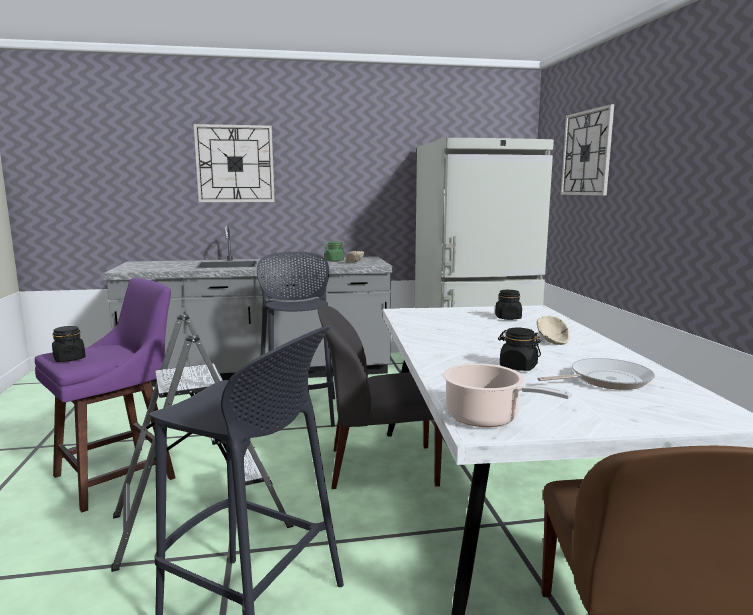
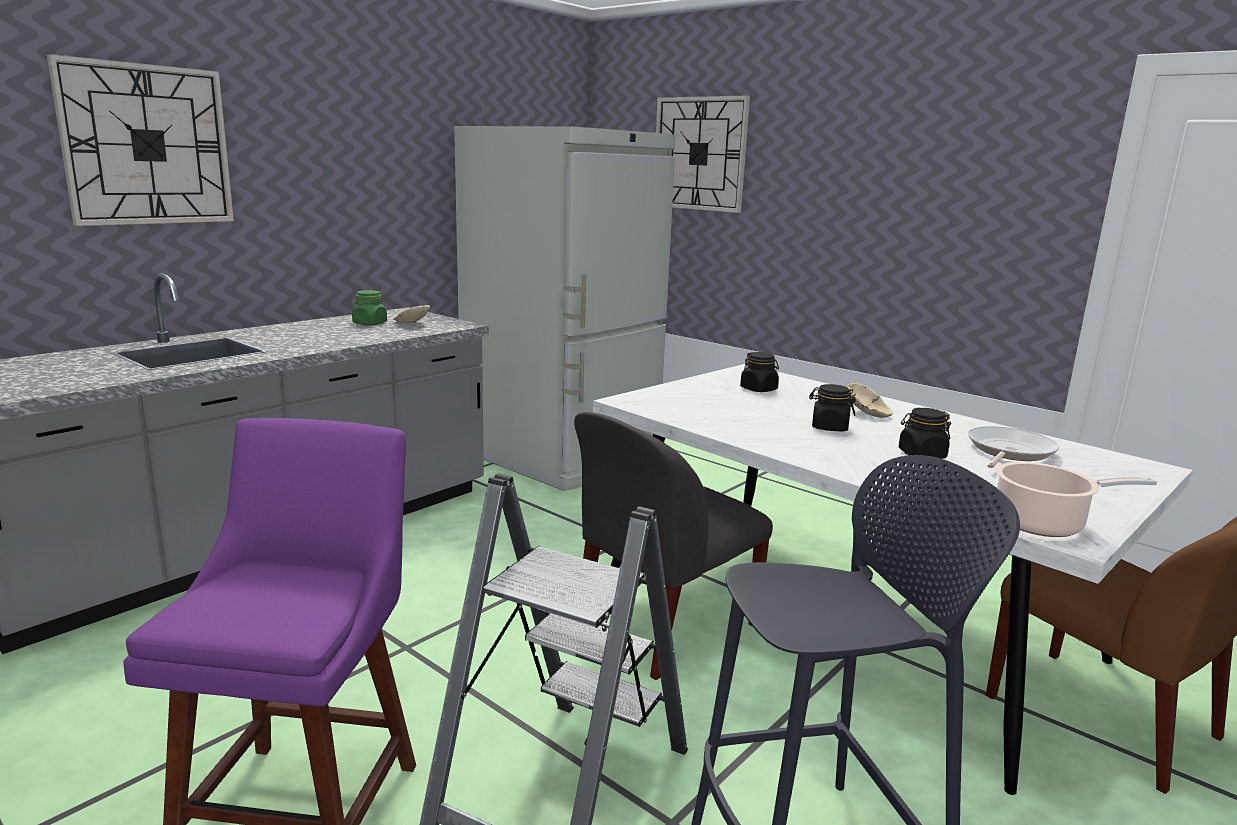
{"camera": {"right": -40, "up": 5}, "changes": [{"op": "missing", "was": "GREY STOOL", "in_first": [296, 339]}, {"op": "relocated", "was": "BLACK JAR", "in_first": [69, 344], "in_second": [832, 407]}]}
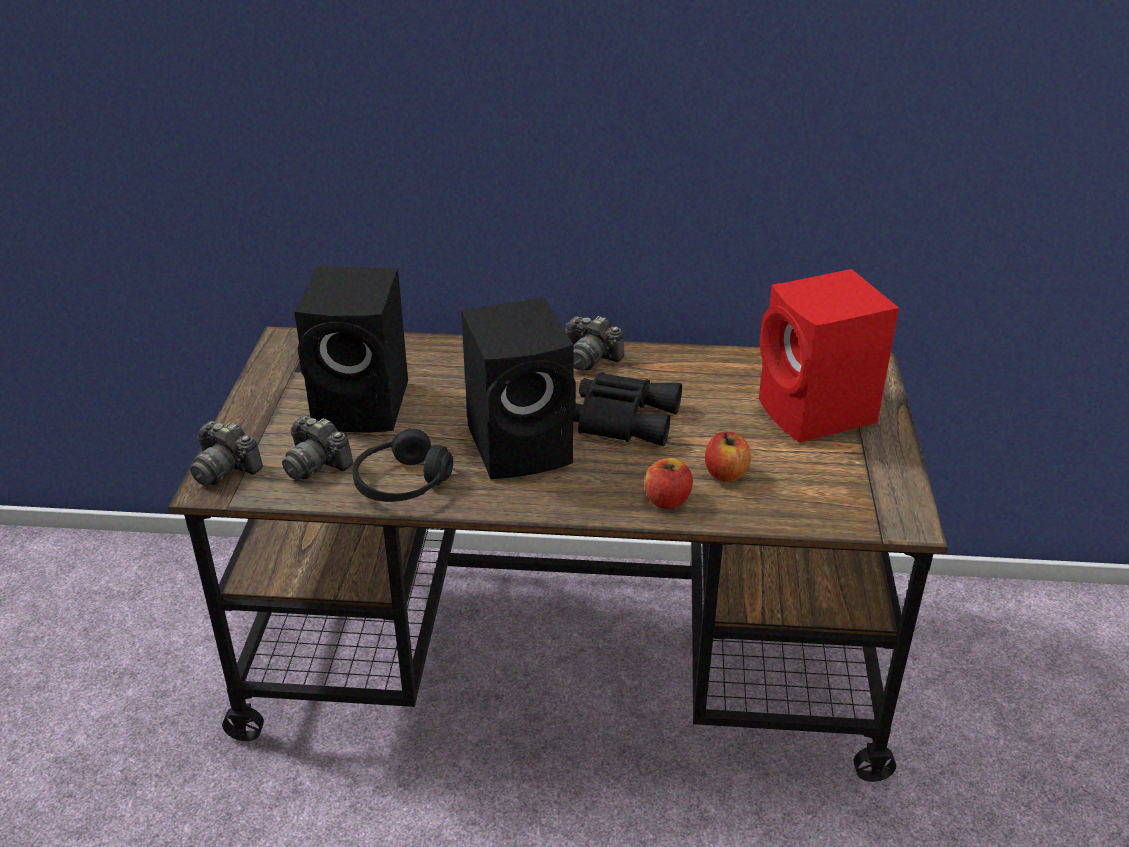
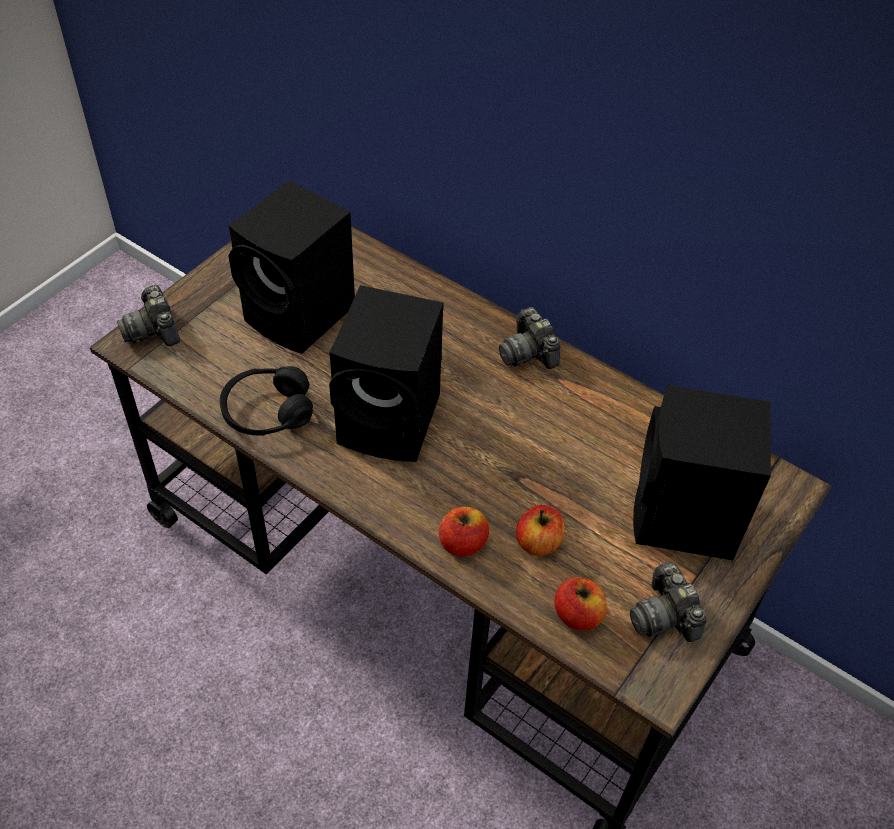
{"camera": {"right": 30, "up": 15}, "changes": [{"op": "missing", "was": "BLACK BINOCULARS", "in_first": [627, 409]}, {"op": "appeared", "now": "APPLE", "in_second": [581, 604]}, {"op": "relocated", "was": "PHOTO CAMERA", "in_first": [318, 447], "in_second": [668, 602]}, {"op": "colour", "was": "RED SPEAKER", "now": "BLACK SPEAKER", "in_first": [829, 356], "in_second": [702, 472]}]}
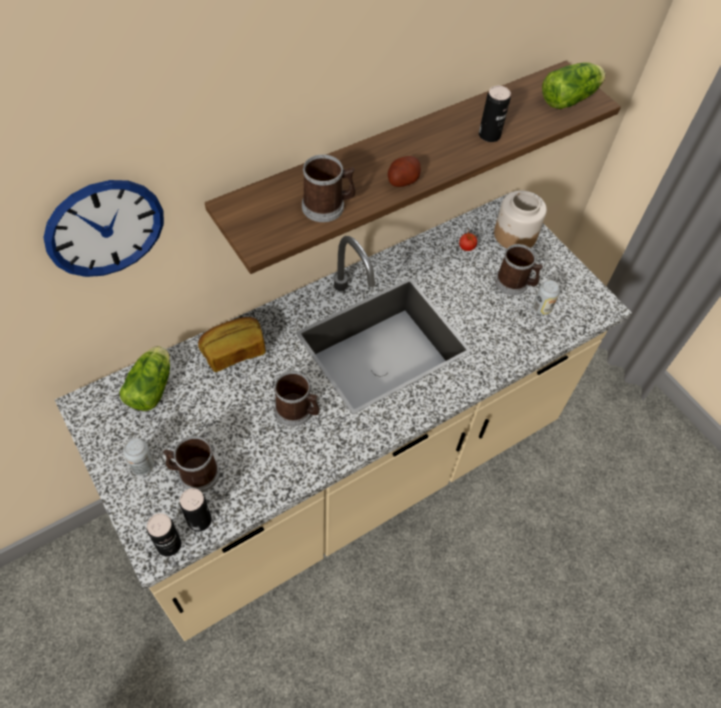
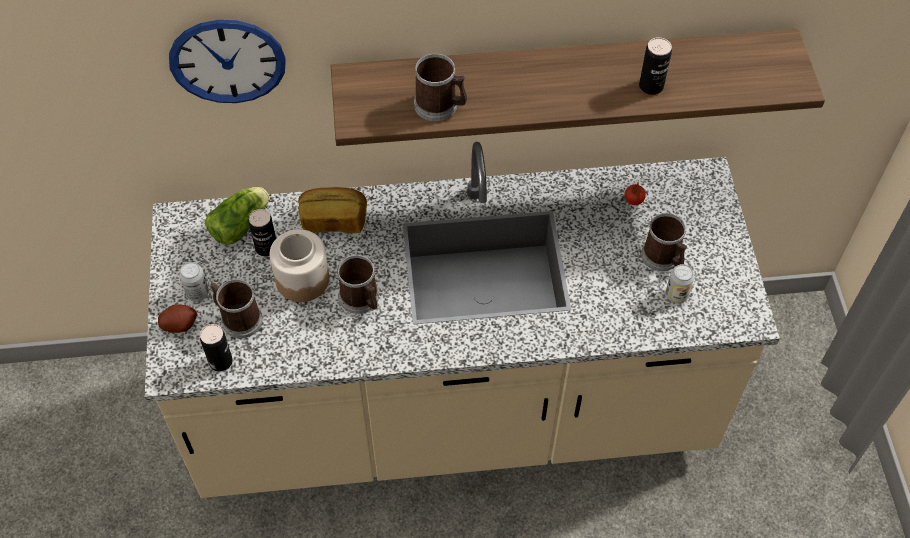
{"camera": {"right": 30, "up": 0}, "changes": [{"op": "missing", "was": "LETTUCE", "in_first": [573, 85]}, {"op": "relocated", "was": "CAN", "in_first": [164, 534], "in_second": [262, 232]}, {"op": "relocated", "was": "POTATO", "in_first": [404, 171], "in_second": [177, 318]}, {"op": "relocated", "was": "JAR", "in_first": [520, 219], "in_second": [299, 265]}]}
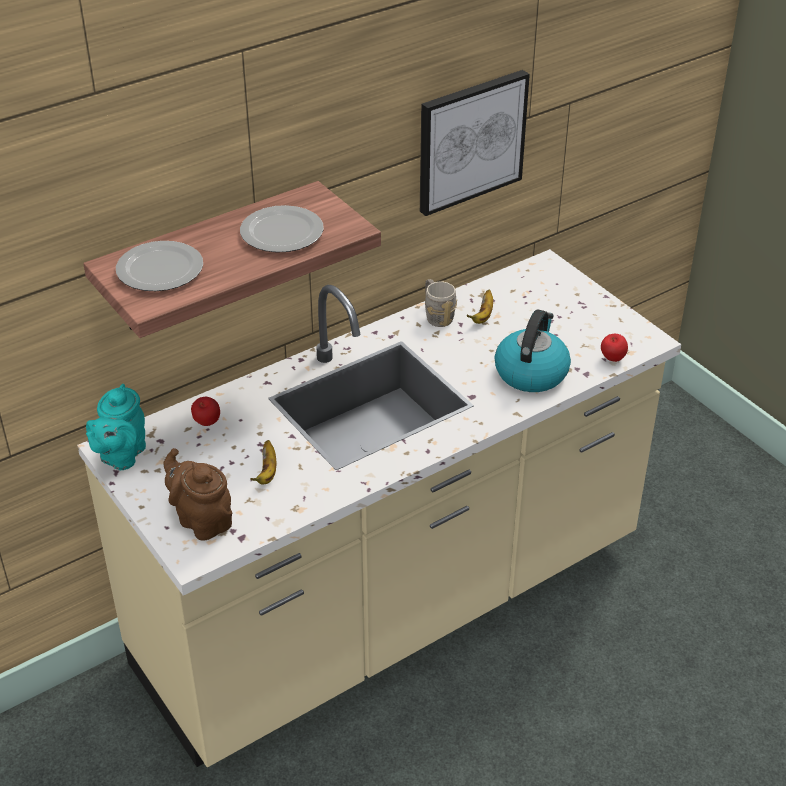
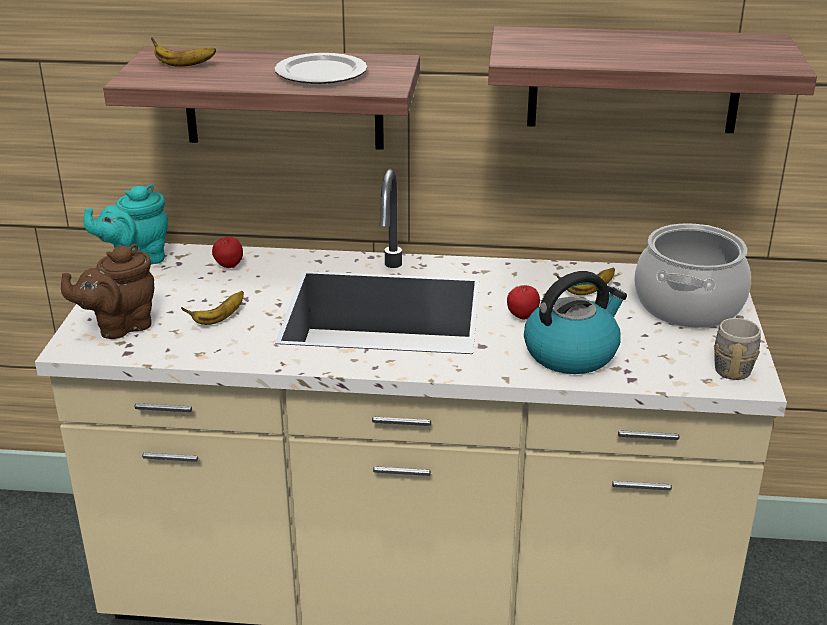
{"camera": {"right": 40, "up": -10}, "changes": [{"op": "appeared", "now": "COOKING POT", "in_second": [692, 275]}, {"op": "relocated", "was": "GREY MUG", "in_first": [441, 303], "in_second": [737, 347]}, {"op": "relocated", "was": "APPLE", "in_first": [614, 348], "in_second": [523, 302]}, {"op": "exchanged", "was": "PLATE", "now": "BANANA", "in_first": [159, 266], "in_second": [183, 52]}, {"op": "exchanged", "was": "PICTURE", "now": "SHELF", "in_first": [475, 143], "in_second": [652, 79]}, {"op": "spun", "was": "BROWN TEAPOT", "in_first": [198, 494], "in_second": [107, 291], "clockwise": -120}]}
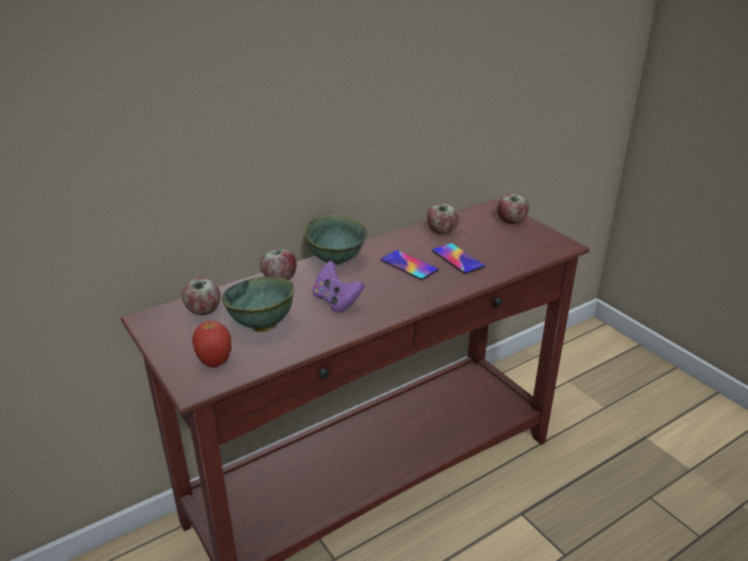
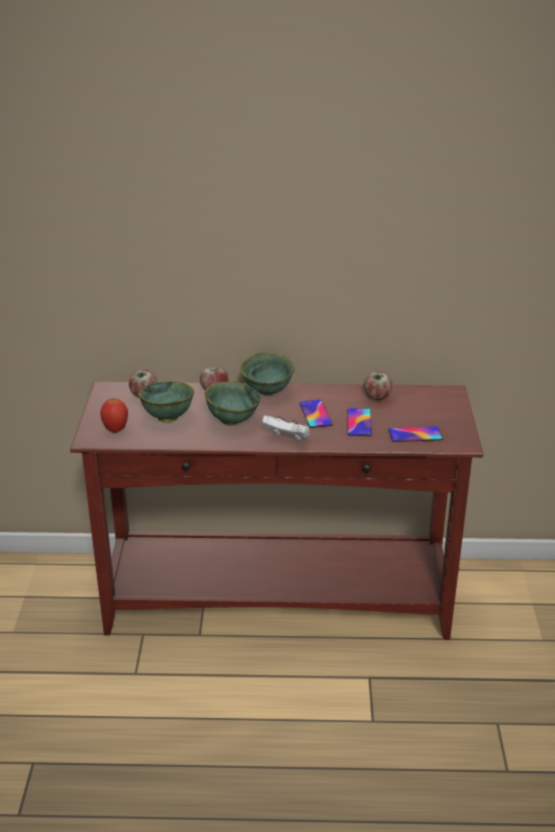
{"camera": {"right": 35, "up": 0}, "changes": [{"op": "missing", "was": "APPLE", "in_first": [513, 209]}, {"op": "appeared", "now": "WHITE GAME CONTROLLER", "in_second": [285, 428]}, {"op": "appeared", "now": "PHONE", "in_second": [415, 434]}, {"op": "exchanged", "was": "PURPLE GAME CONTROLLER", "now": "GREEN BOWL", "in_first": [338, 286], "in_second": [232, 404]}]}
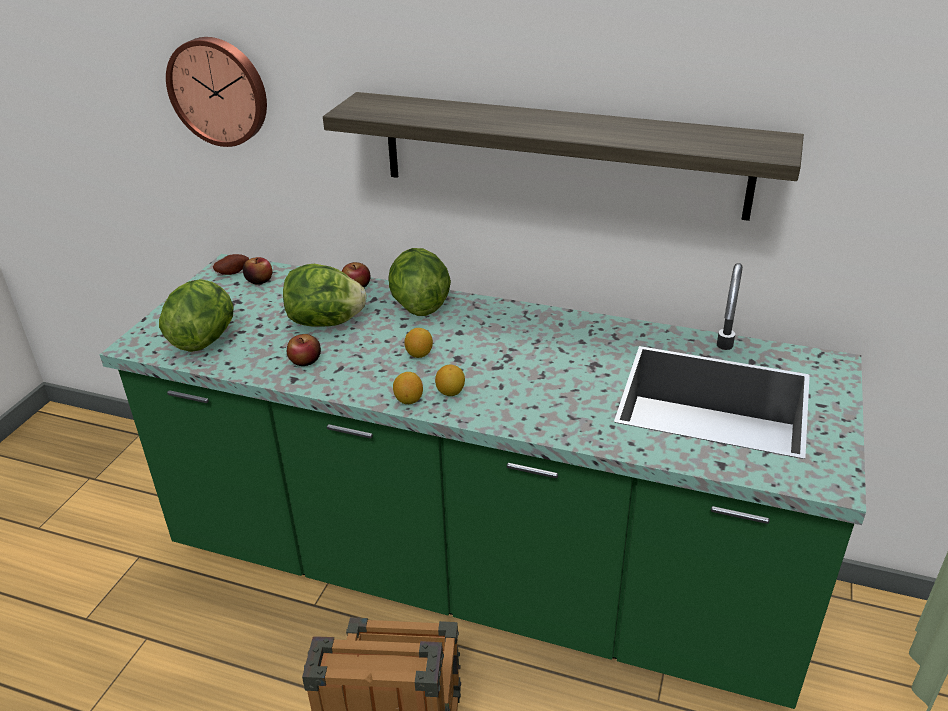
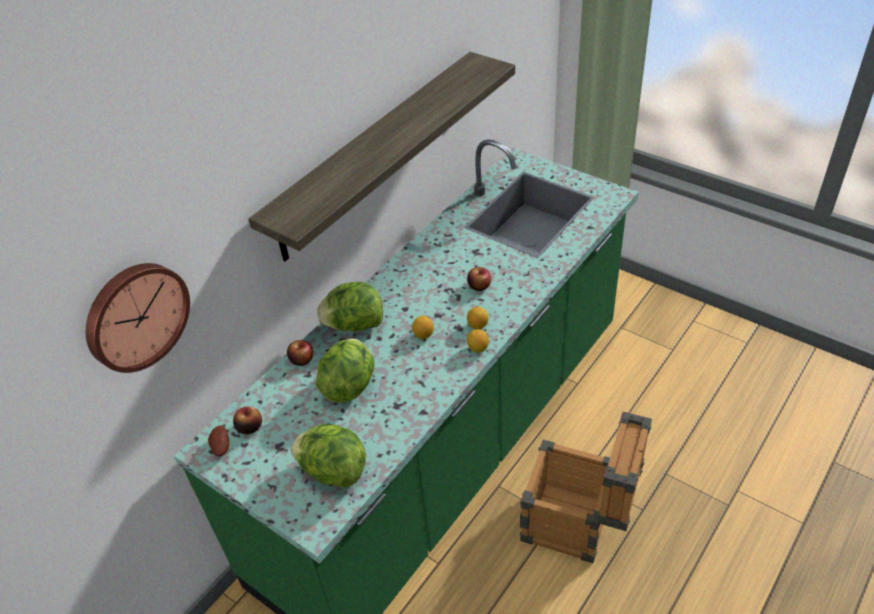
{"camera": {"right": -70, "up": 10}, "changes": [{"op": "relocated", "was": "APPLE", "in_first": [304, 350], "in_second": [479, 279]}]}
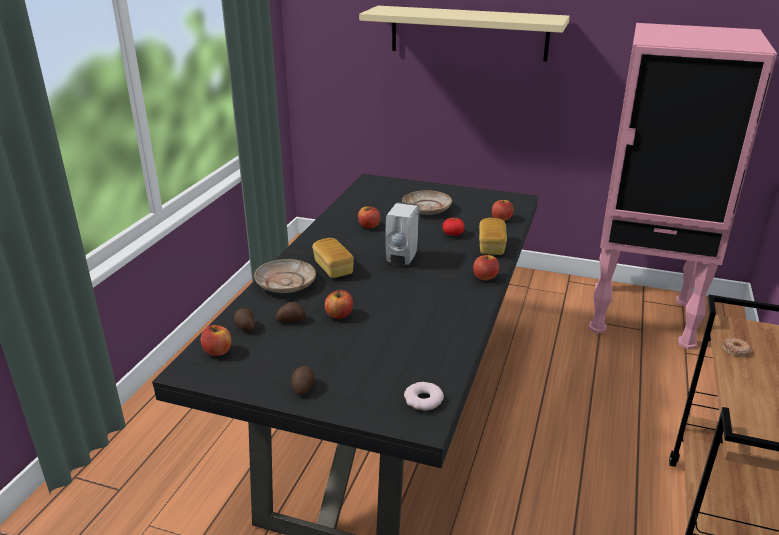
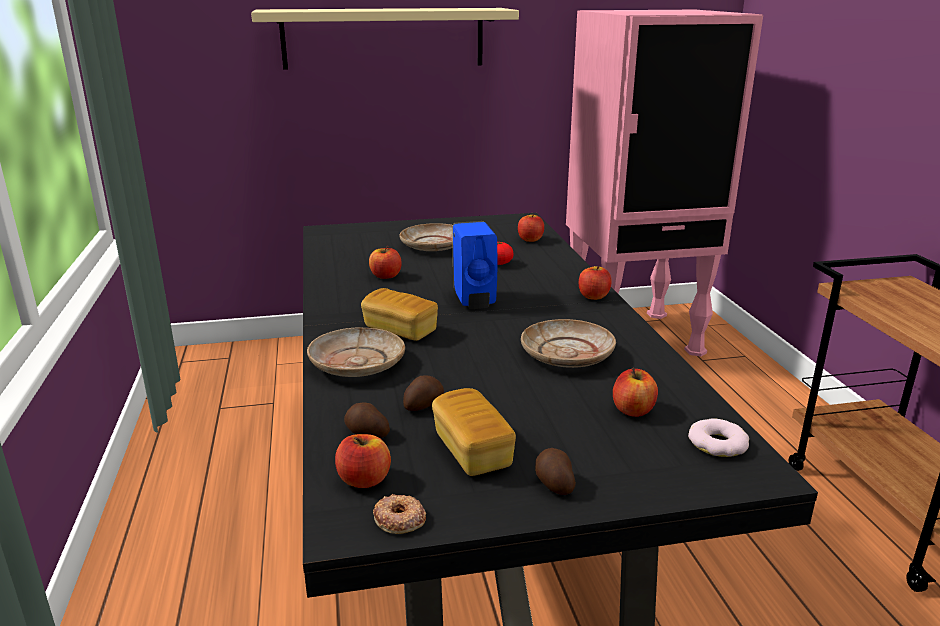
{"camera": {"right": -30, "up": -5}, "changes": [{"op": "appeared", "now": "BEIGE PLATE", "in_second": [568, 343]}, {"op": "relocated", "was": "APPLE", "in_first": [339, 304], "in_second": [635, 392]}, {"op": "relocated", "was": "BREAD", "in_first": [493, 236], "in_second": [474, 432]}, {"op": "relocated", "was": "DONUT", "in_first": [737, 347], "in_second": [399, 514]}, {"op": "colour", "was": "WHITE SOAP DISPENSER", "now": "BLUE SOAP DISPENSER", "in_first": [402, 234], "in_second": [474, 265]}]}
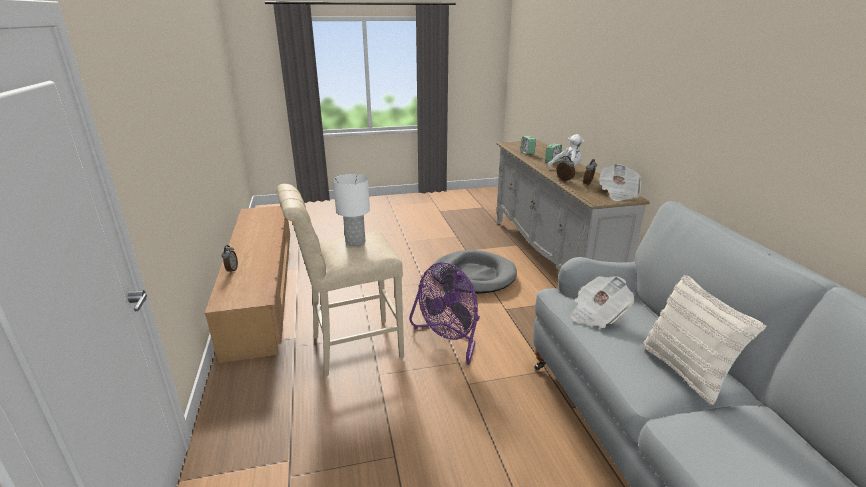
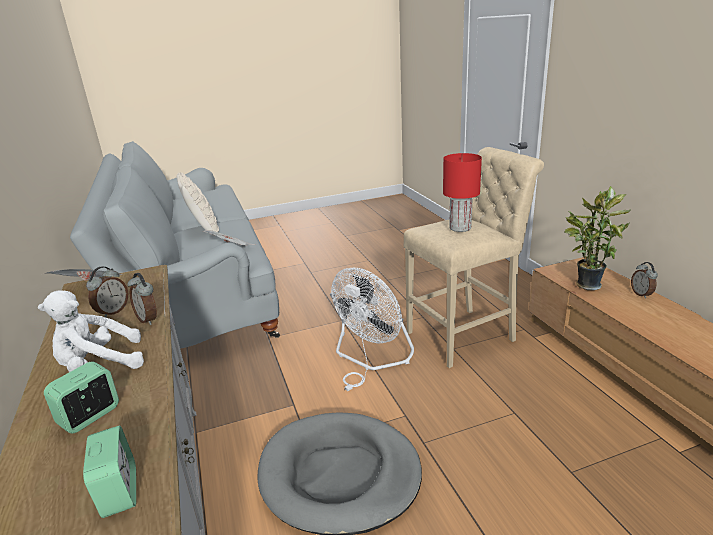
{"camera": {"right": 175, "up": 0}, "changes": [{"op": "appeared", "now": "POTTED PLANT", "in_second": [597, 238]}, {"op": "colour", "was": "WHITE TABLE LAMP", "now": "RED TABLE LAMP", "in_first": [351, 210], "in_second": [462, 192]}, {"op": "colour", "was": "PURPLE FAN", "now": "WHITE FAN", "in_first": [444, 313], "in_second": [372, 329]}]}
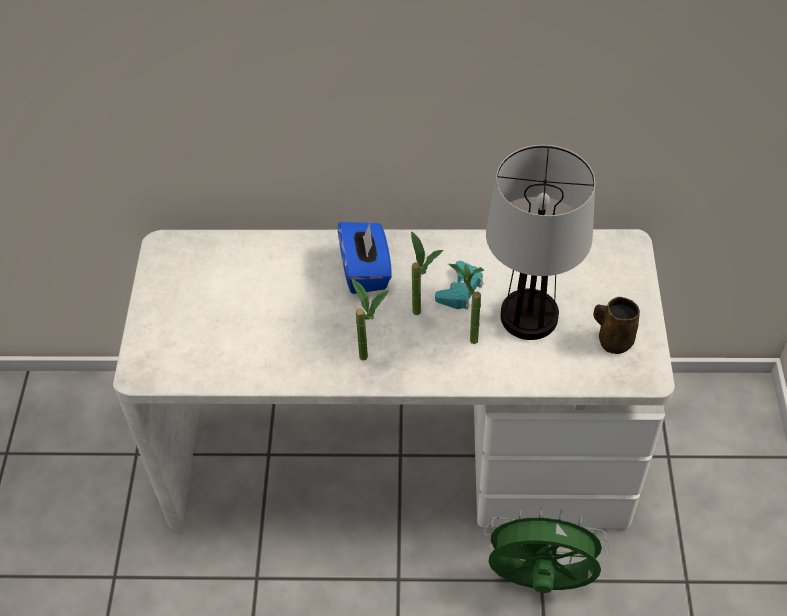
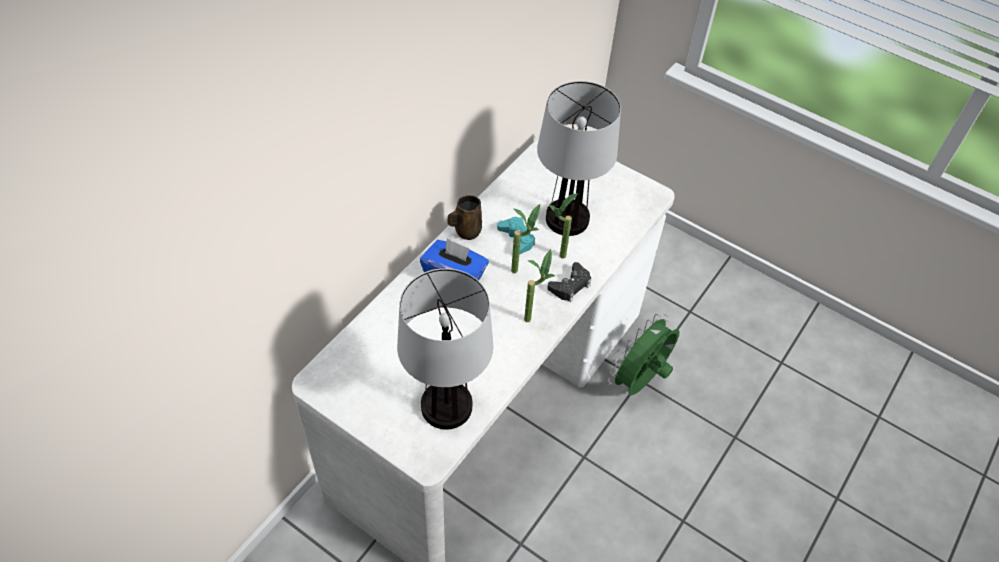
{"camera": {"right": -60, "up": 0}, "changes": [{"op": "appeared", "now": "TABLE LAMP", "in_second": [445, 349]}, {"op": "appeared", "now": "BLACK GAME CONTROLLER", "in_second": [569, 282]}, {"op": "relocated", "was": "BROWN MUG", "in_first": [616, 325], "in_second": [464, 217]}]}
